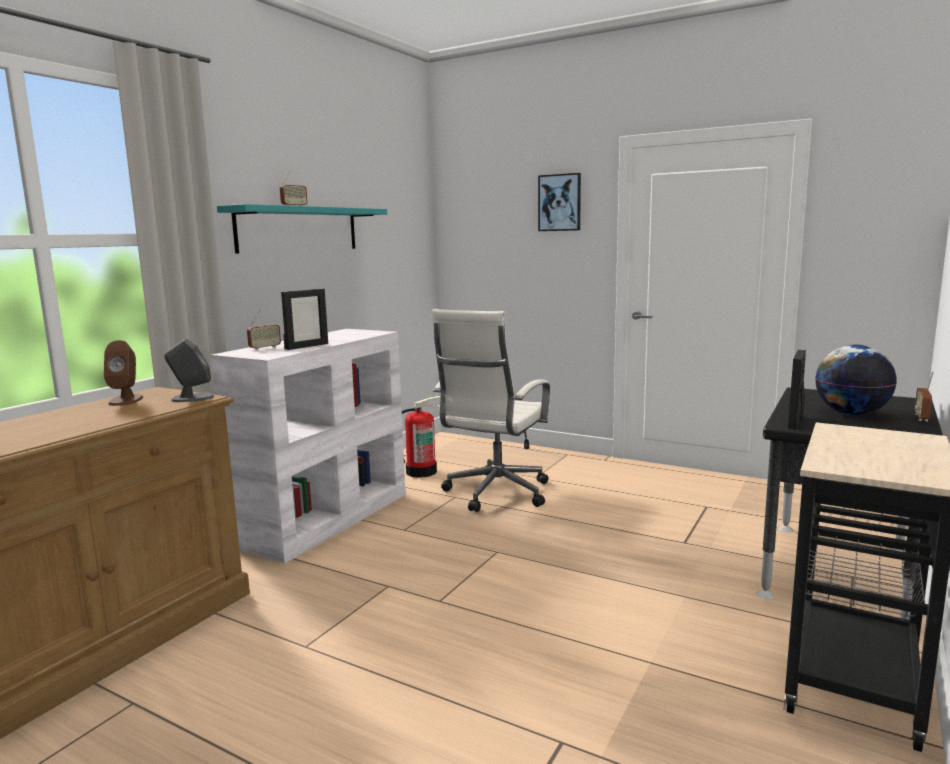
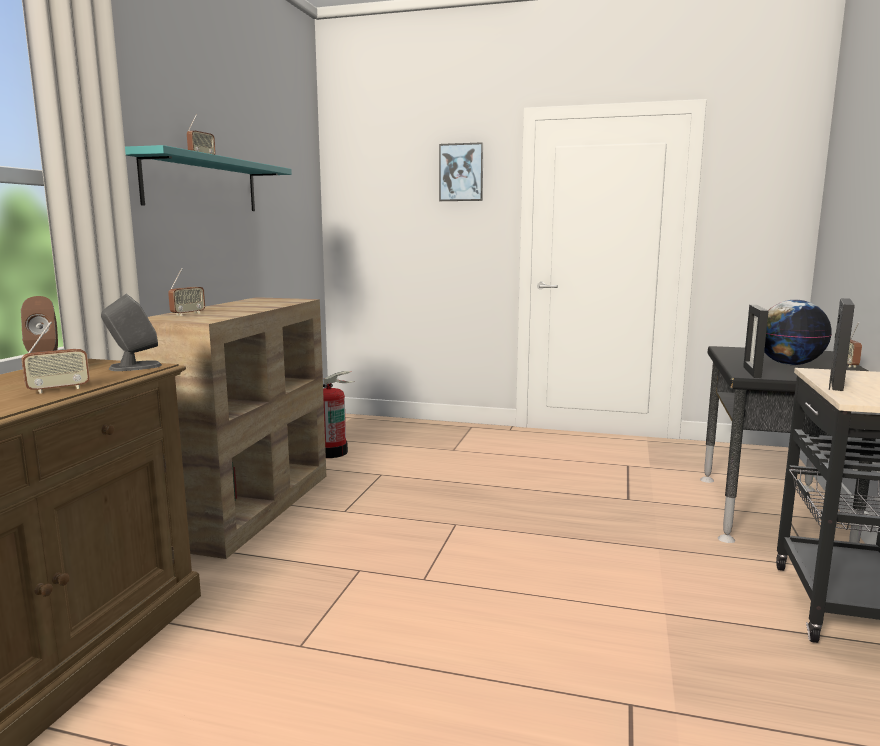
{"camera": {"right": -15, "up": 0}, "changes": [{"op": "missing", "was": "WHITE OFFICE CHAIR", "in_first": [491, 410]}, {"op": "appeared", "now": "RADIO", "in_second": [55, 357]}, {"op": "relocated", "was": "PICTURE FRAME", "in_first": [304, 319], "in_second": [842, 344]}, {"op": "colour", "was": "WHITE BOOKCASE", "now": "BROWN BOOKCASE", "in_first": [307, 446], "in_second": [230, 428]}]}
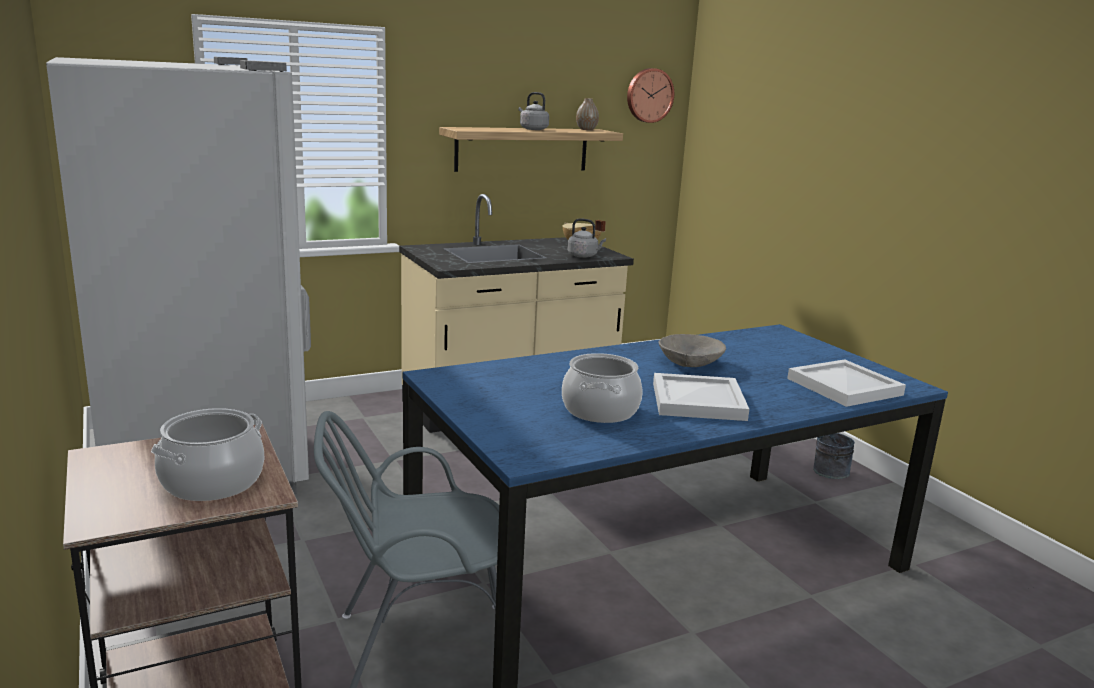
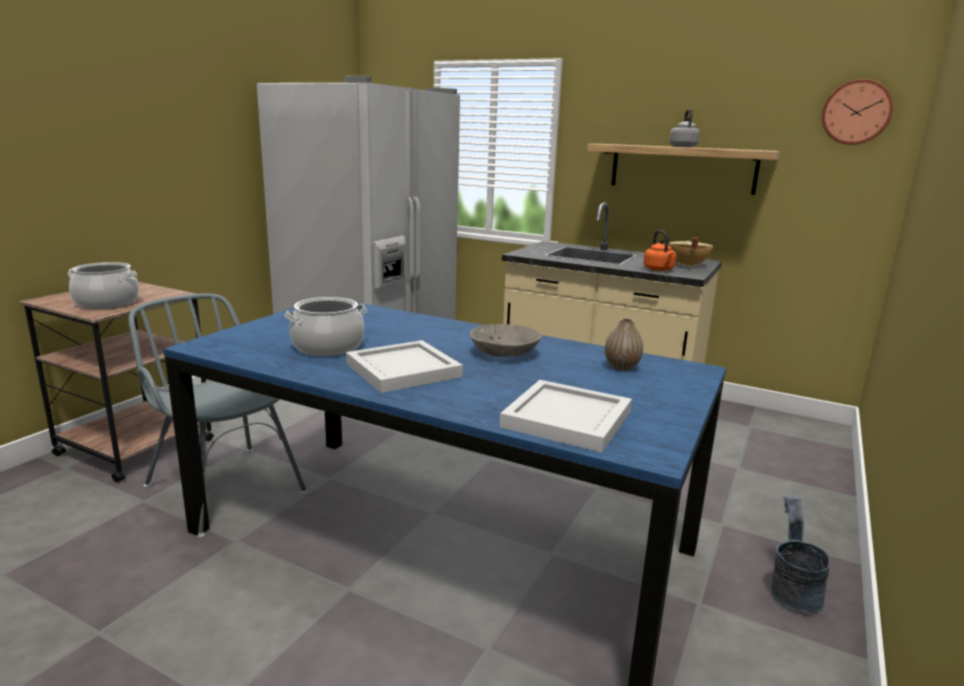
{"camera": {"right": 55, "up": 0}, "changes": [{"op": "relocated", "was": "VASE", "in_first": [587, 114], "in_second": [624, 344]}, {"op": "colour", "was": "GREY KETTLE", "now": "ORANGE KETTLE", "in_first": [586, 238], "in_second": [660, 250]}]}
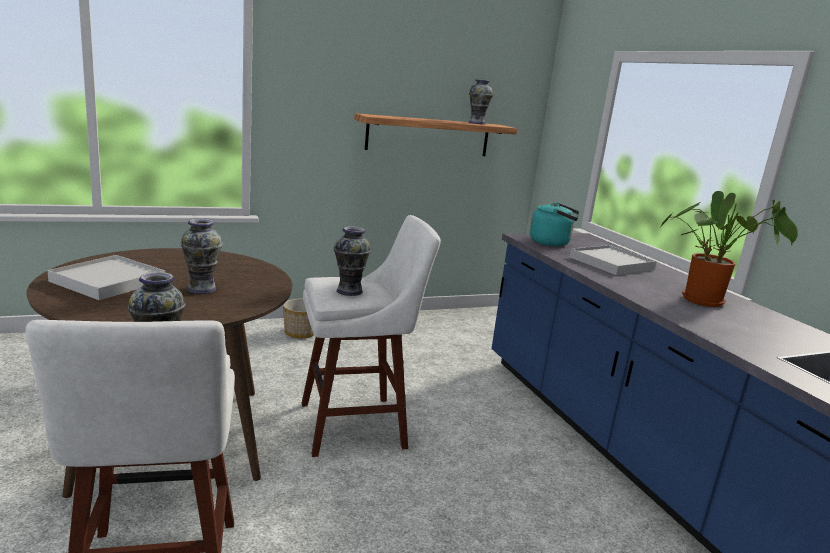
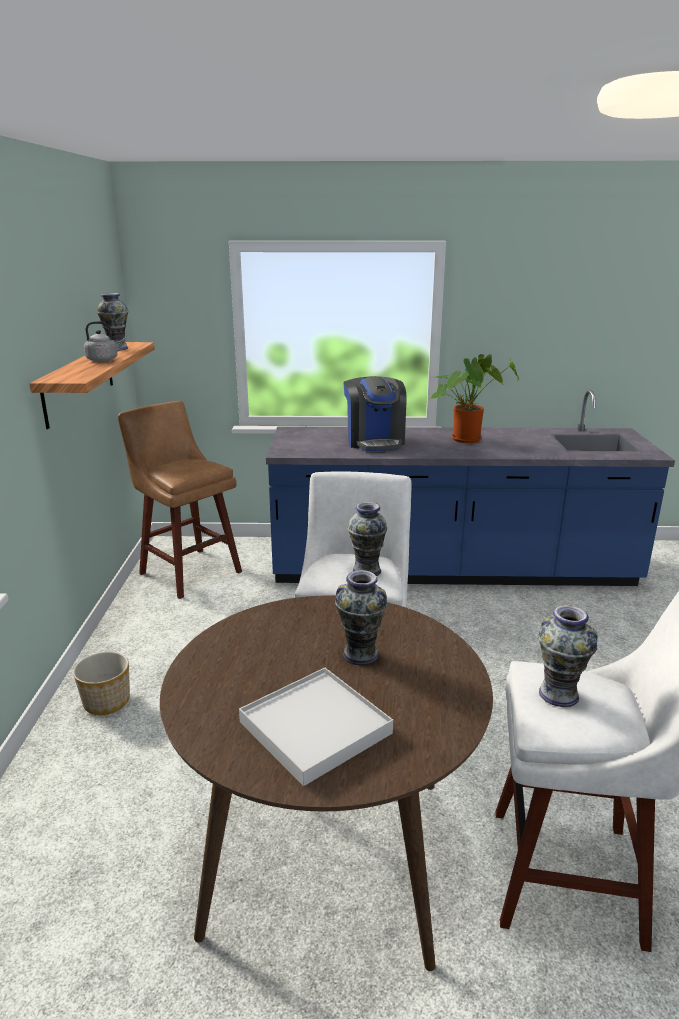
{"camera": {"right": -65, "up": 5}, "changes": [{"op": "missing", "was": "TURQUOISE KETTLE", "in_first": [554, 224]}, {"op": "appeared", "now": "GREY KETTLE", "in_second": [104, 341]}, {"op": "appeared", "now": "BROWN STOOL", "in_second": [180, 500]}, {"op": "exchanged", "was": "WHITE TRAY", "now": "COFFEE MACHINE", "in_first": [613, 260], "in_second": [375, 413]}]}
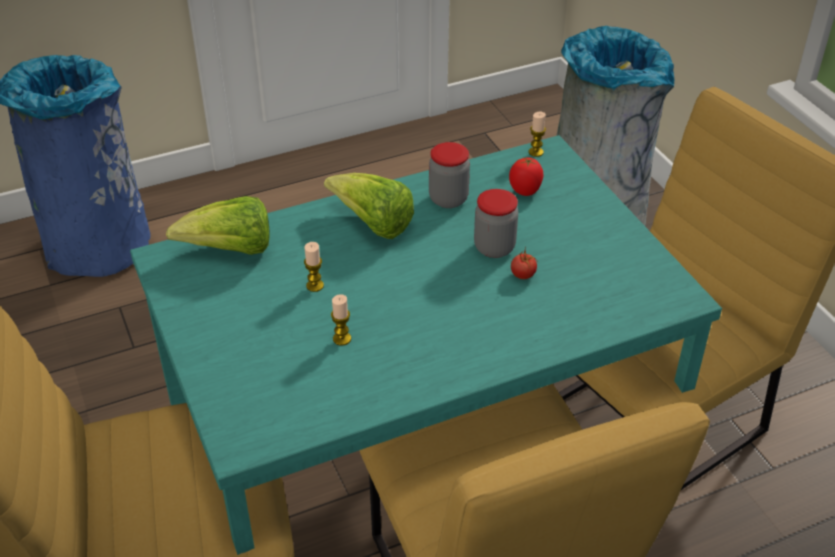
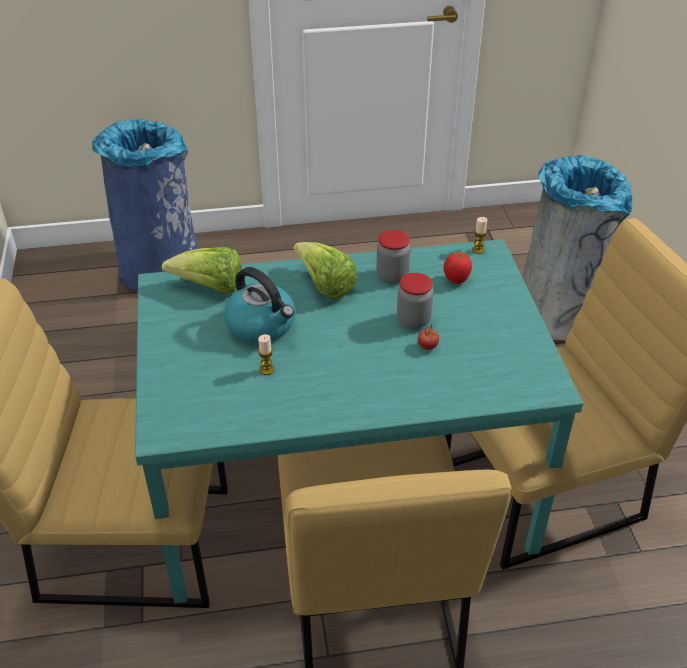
{"camera": {"right": 15, "up": 0}, "changes": [{"op": "exchanged", "was": "CANDLE", "now": "KETTLE", "in_first": [314, 267], "in_second": [260, 305]}]}
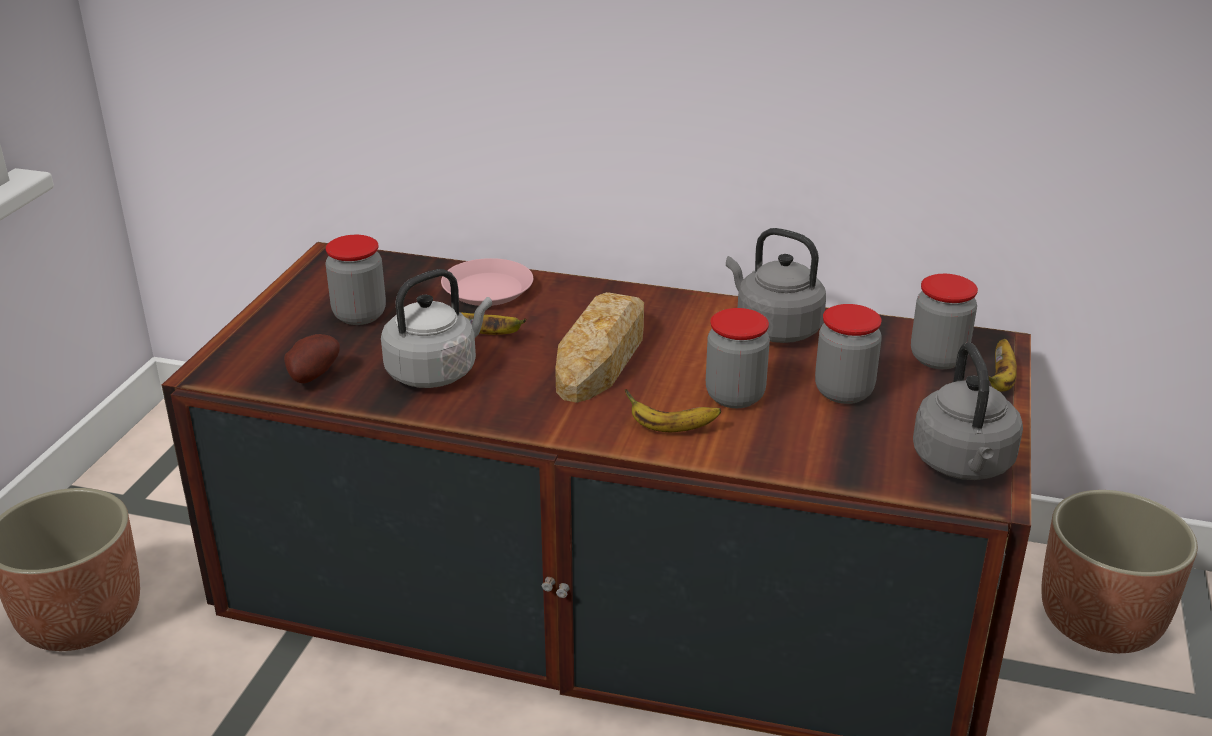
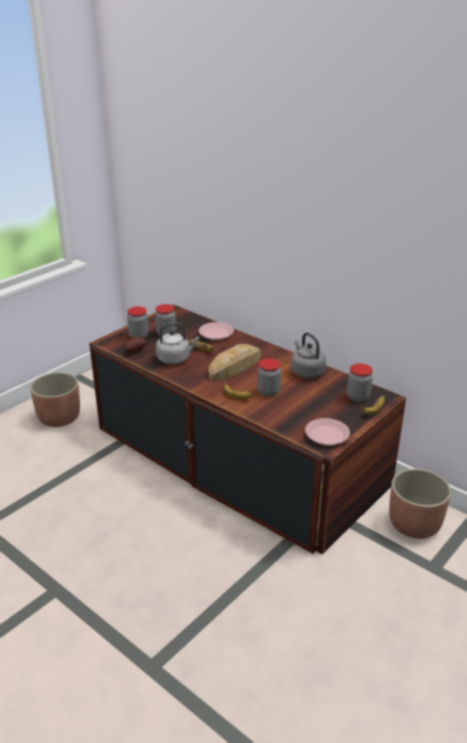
{"camera": {"right": 25, "up": 0}, "changes": [{"op": "relocated", "was": "JAR", "in_first": [848, 354], "in_second": [138, 322]}, {"op": "exchanged", "was": "GREY KETTLE", "now": "PINK PLATE", "in_first": [968, 411], "in_second": [327, 432]}]}
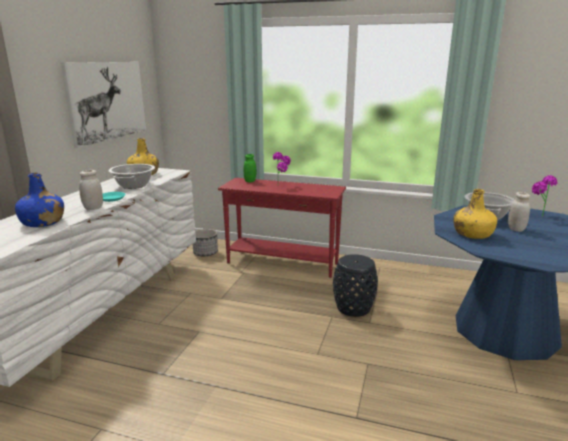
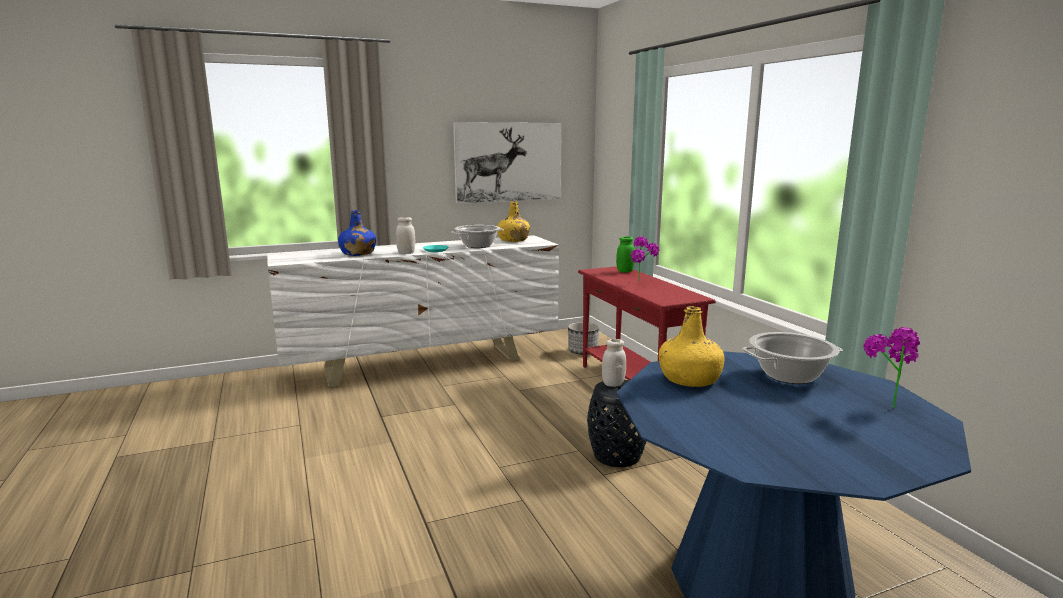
{"camera": {"right": 50, "up": -5}, "changes": [{"op": "relocated", "was": "WHITE JAR", "in_first": [519, 212], "in_second": [614, 363]}]}
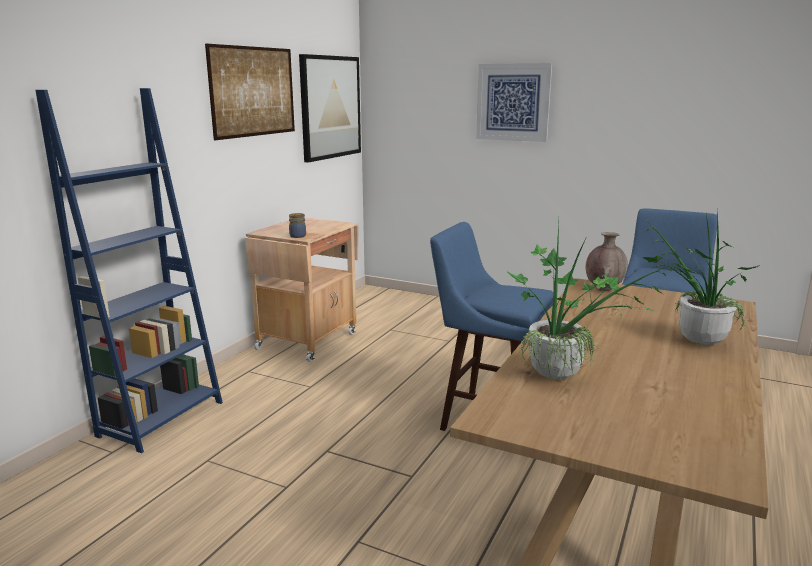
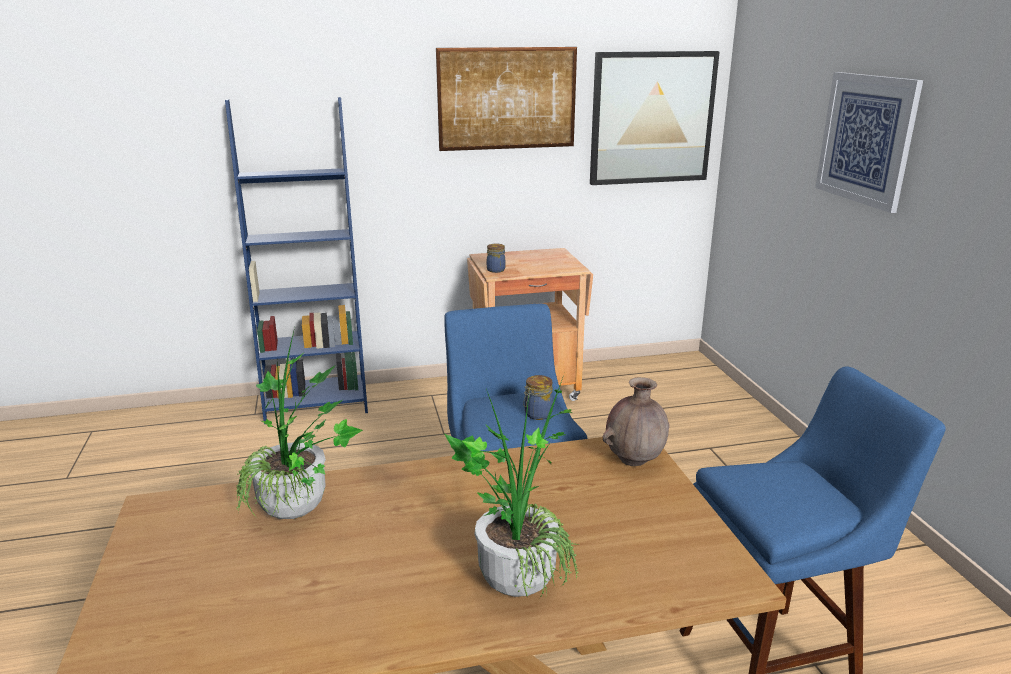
{"camera": {"right": 50, "up": 5}, "changes": [{"op": "appeared", "now": "JAR", "in_second": [538, 397]}]}
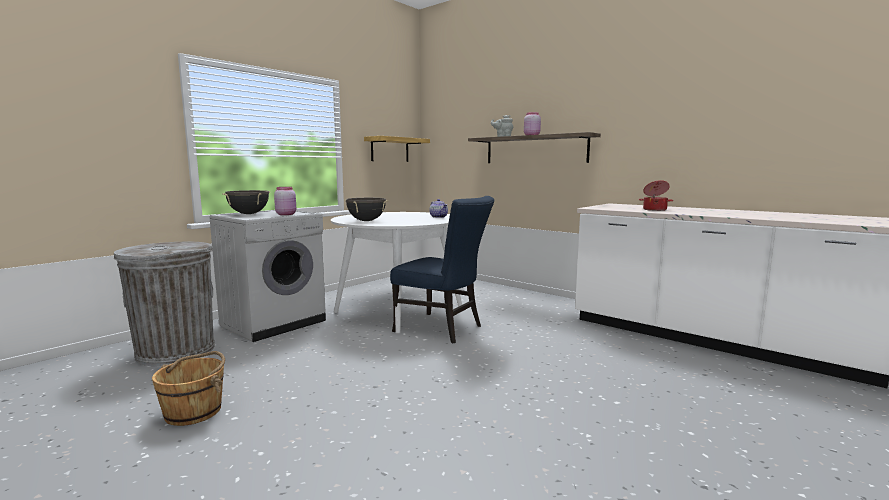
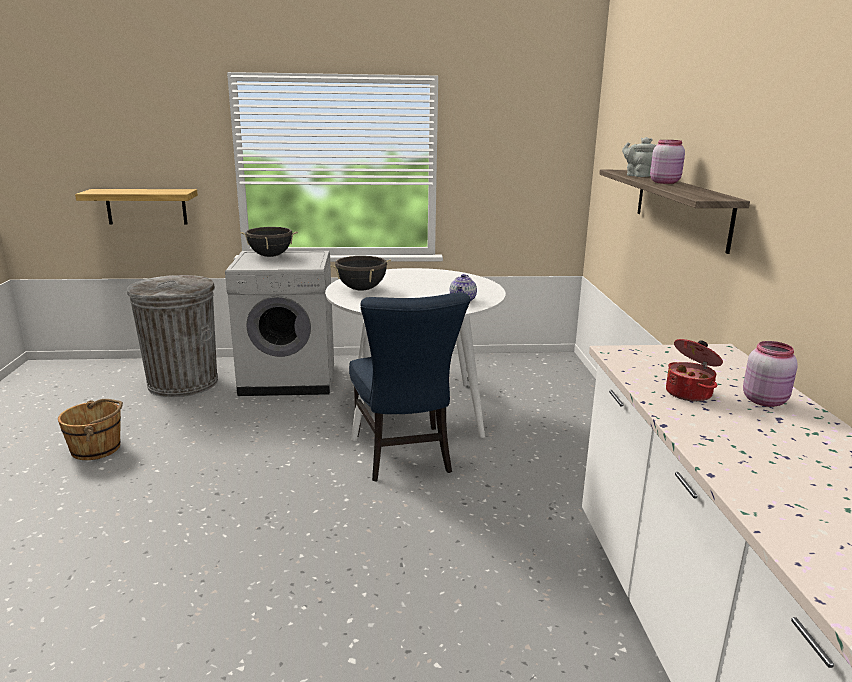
{"camera": {"right": 45, "up": 10}, "changes": [{"op": "relocated", "was": "PINK JAR", "in_first": [285, 201], "in_second": [770, 374]}, {"op": "relocated", "was": "SHELF", "in_first": [397, 149], "in_second": [136, 206]}]}
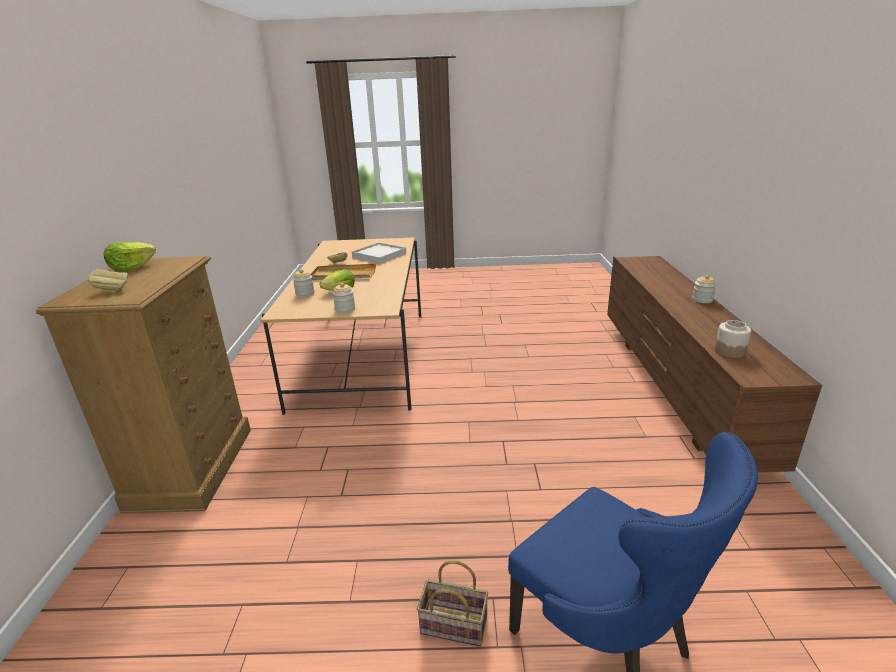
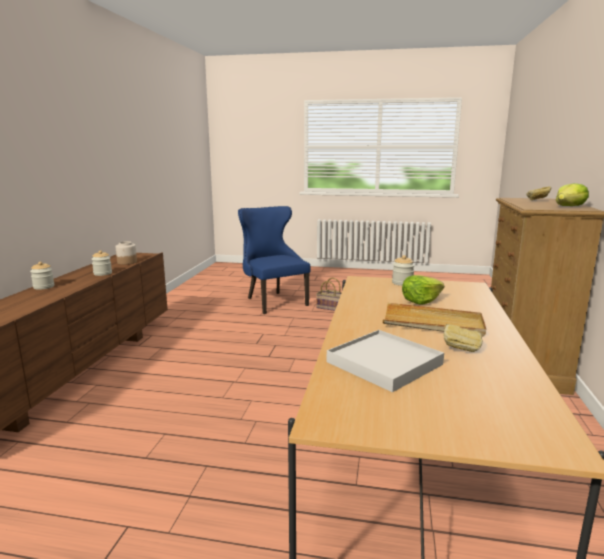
{"camera": {"right": -170, "up": -10}, "changes": [{"op": "relocated", "was": "JAR", "in_first": [303, 283], "in_second": [102, 263]}]}
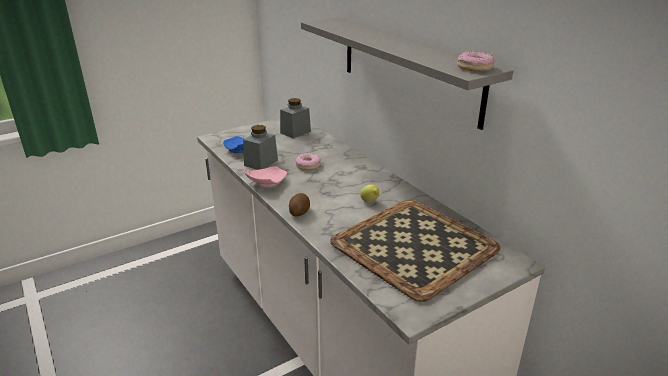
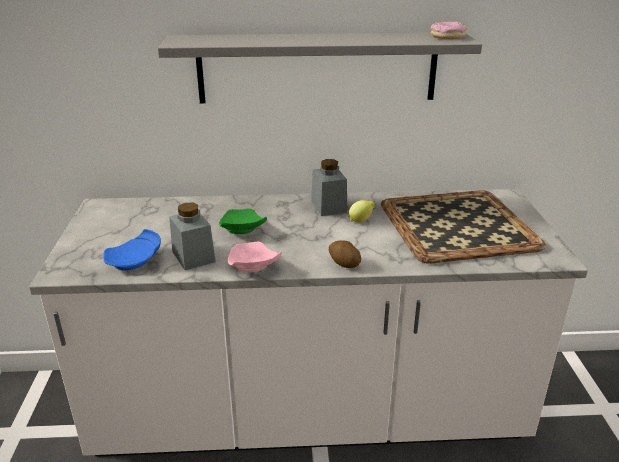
{"camera": {"right": -60, "up": 0}, "changes": [{"op": "relocated", "was": "GREY JAR", "in_first": [295, 118], "in_second": [329, 187]}, {"op": "exchanged", "was": "DONUT", "now": "GREEN PLATE", "in_first": [308, 161], "in_second": [243, 221]}]}
